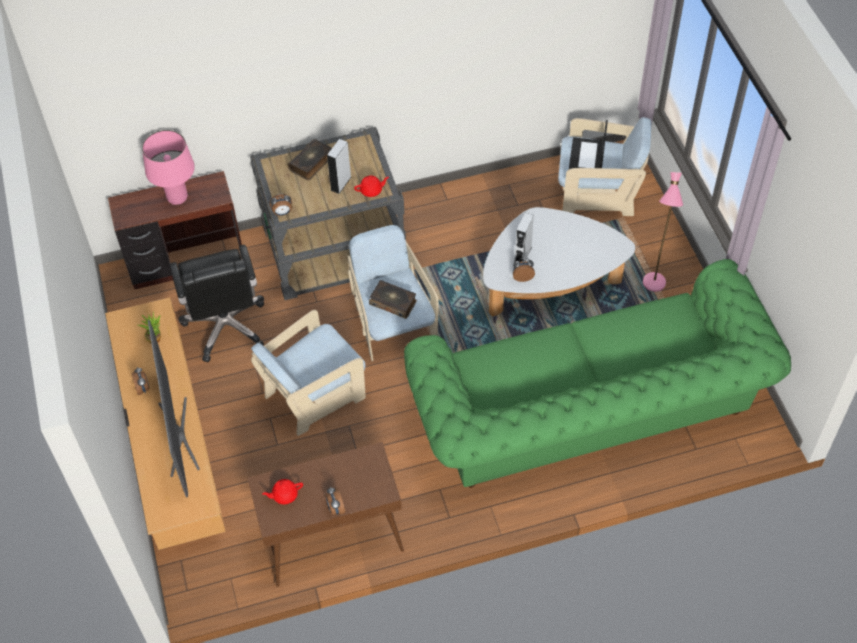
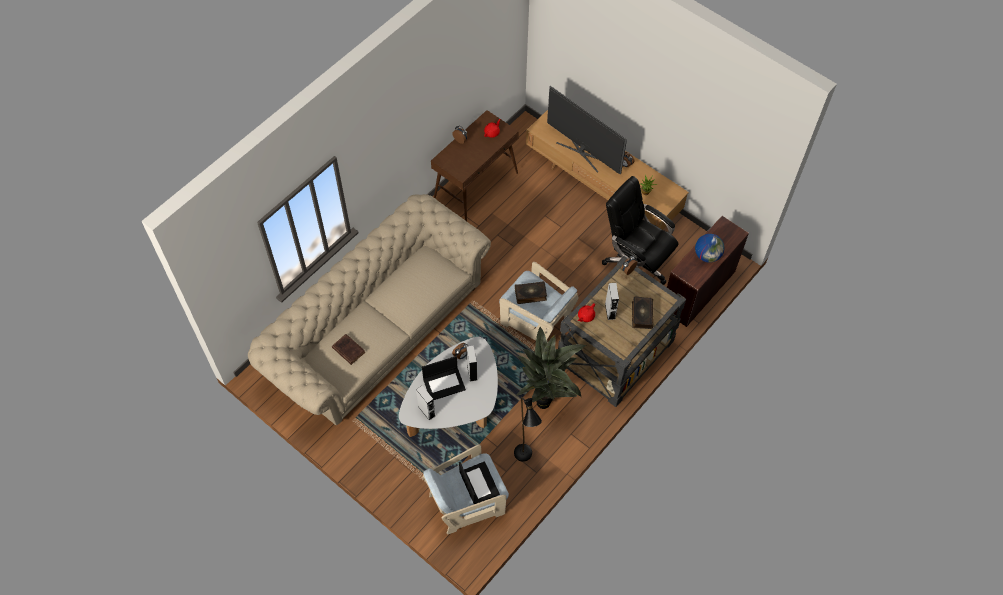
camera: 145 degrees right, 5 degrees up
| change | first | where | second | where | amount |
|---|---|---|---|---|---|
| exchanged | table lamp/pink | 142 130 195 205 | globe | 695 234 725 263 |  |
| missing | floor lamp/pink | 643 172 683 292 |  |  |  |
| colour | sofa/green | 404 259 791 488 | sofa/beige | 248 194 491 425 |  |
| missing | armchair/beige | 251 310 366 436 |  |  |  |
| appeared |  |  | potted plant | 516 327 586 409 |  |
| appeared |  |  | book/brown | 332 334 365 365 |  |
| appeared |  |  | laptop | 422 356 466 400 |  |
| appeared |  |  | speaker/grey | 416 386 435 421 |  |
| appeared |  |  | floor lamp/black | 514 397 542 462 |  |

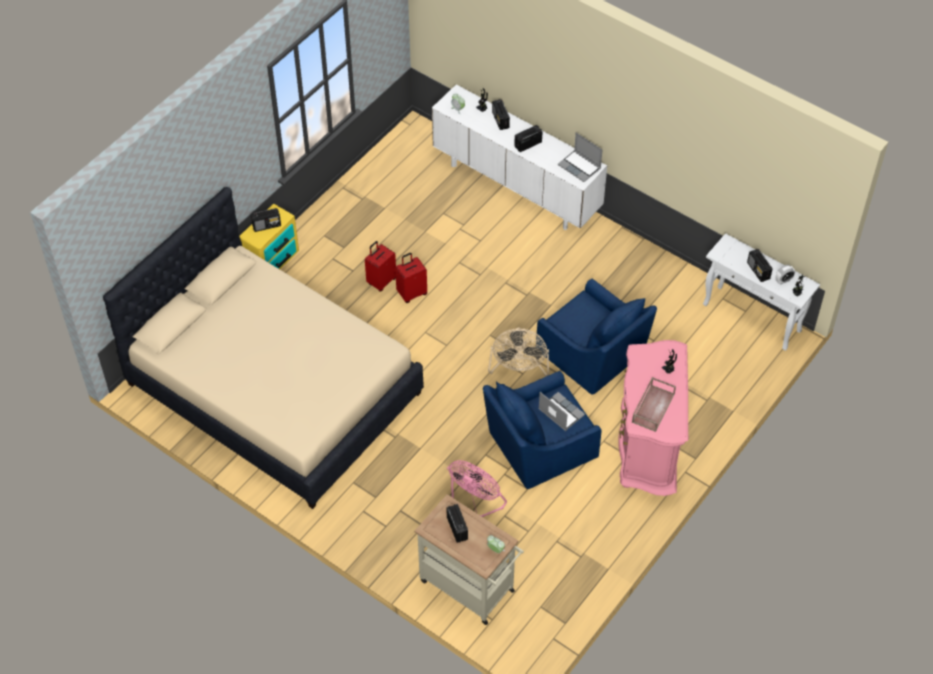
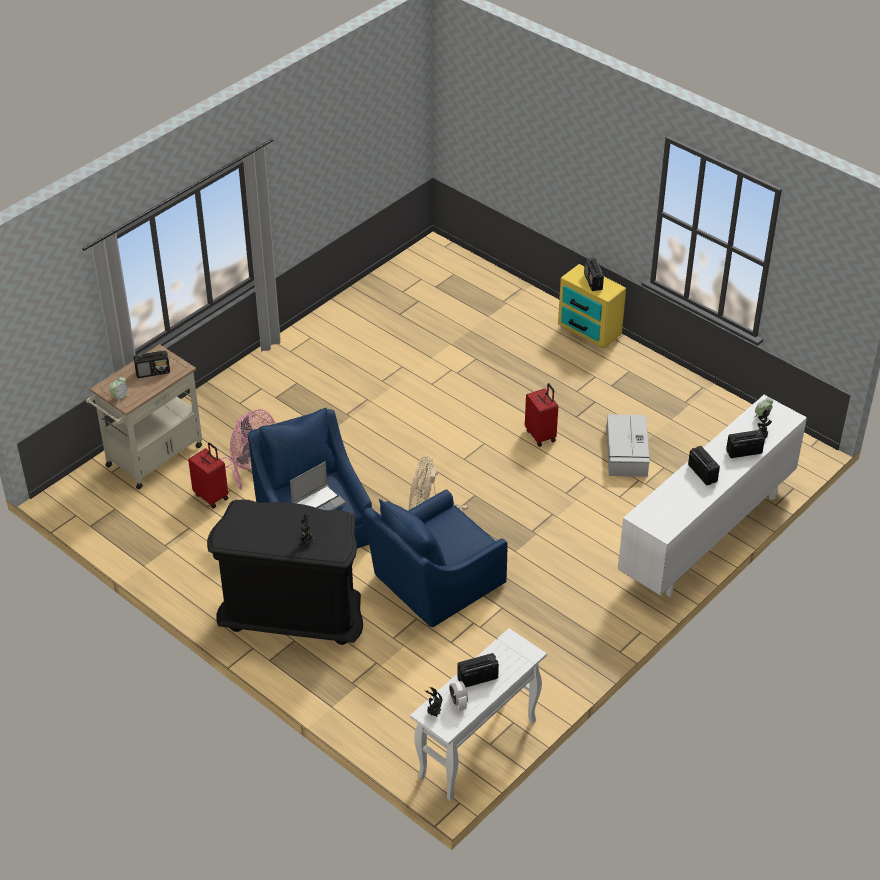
camera: 95 degrees right, 10 degrees down
| change | first | where | second | where | amount |
|---|---|---|---|---|---|
| missing | laptop | 558 133 603 182 |  |  |  |
| missing | bed/beige | 103 187 424 509 |  |  |  |
| relocated | suitcase/red | 365 241 396 292 |  | 188 443 228 508 |  |
| colour | dresser/pink | 618 340 688 496 | dresser/black | 207 500 363 645 |  |
| missing | tray/brown | 632 377 676 432 |  |  |  |
| appeared |  |  | storage box/grey | 606 414 650 477 |  |

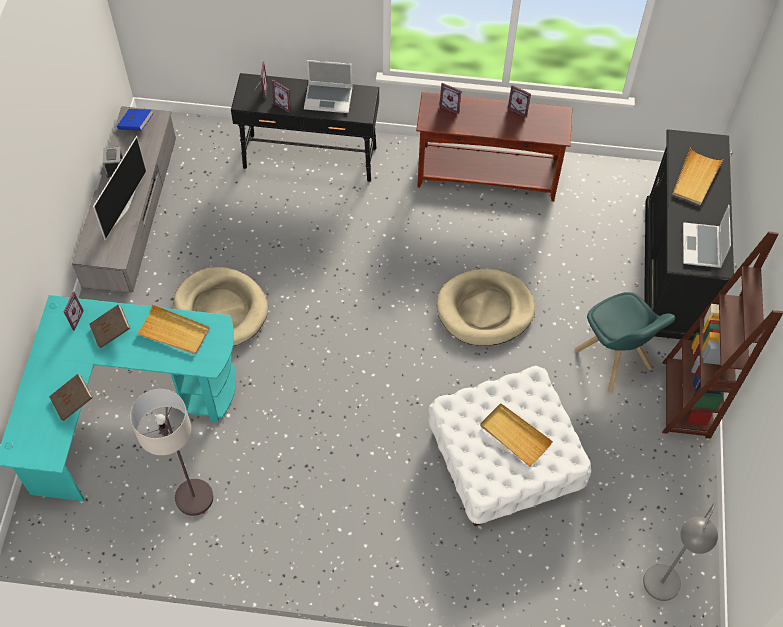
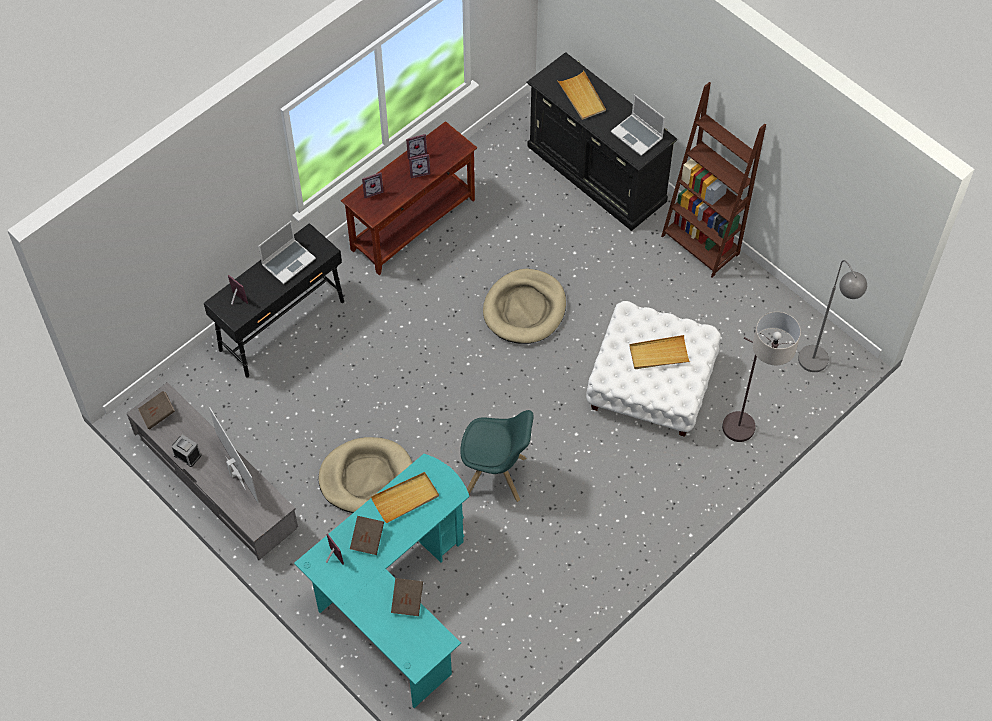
camera: 50 degrees left, 0 degrees up
| change | first | where | second | where | amount |
|---|---|---|---|---|---|
| relocated | picture frame | 272 80 291 113 |  | 409 154 430 178 |  |
| colour | book/blue | 117 109 154 130 | book/brown | 138 391 175 429 |  |
| relocated | chair/turquoise | 575 292 675 393 |  | 460 410 534 502 |  |
| relocated | floor lamp/grey | 130 389 213 516 |  | 722 312 801 442 |  |

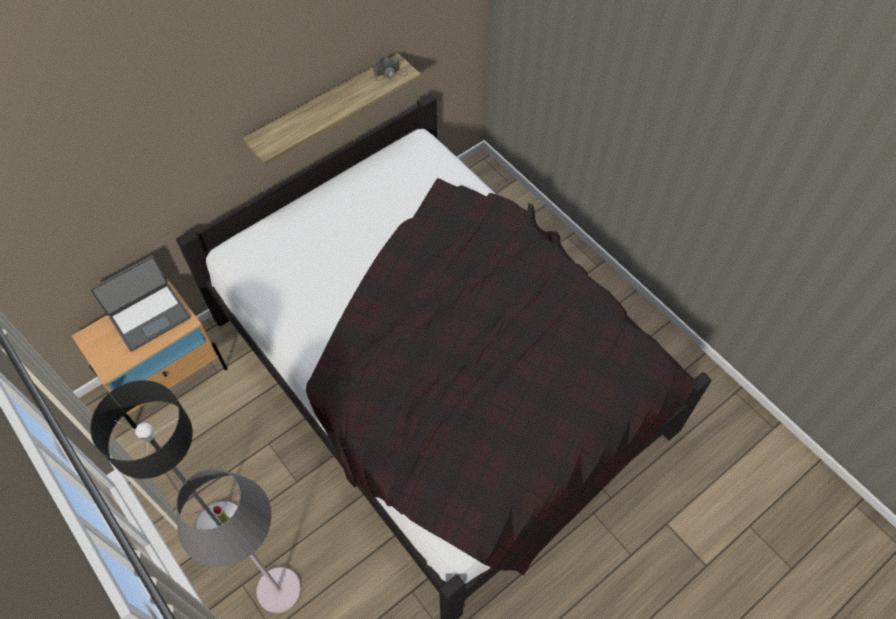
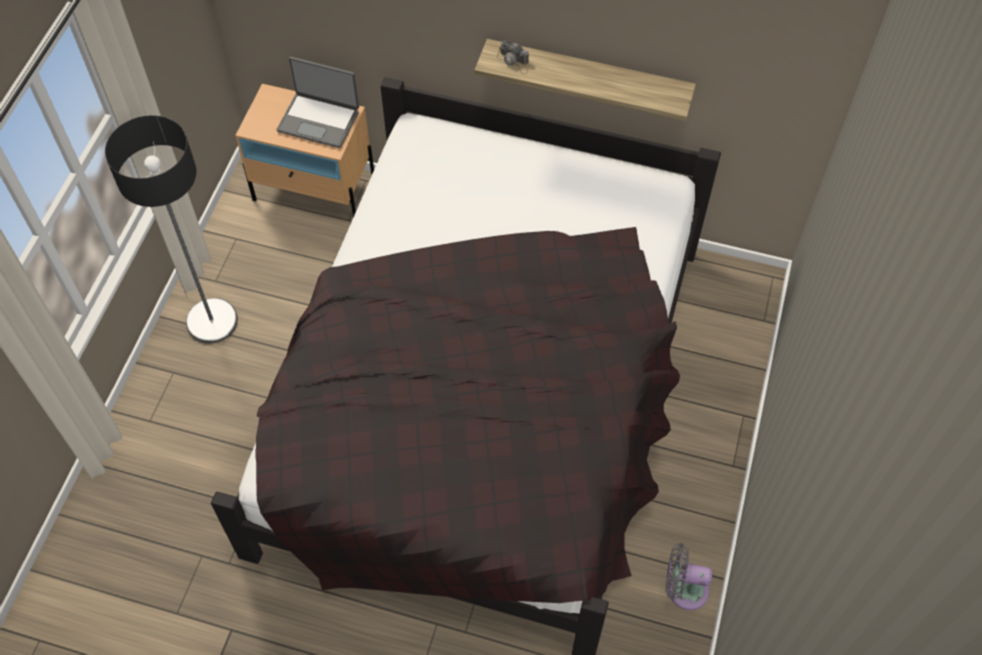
camera: 55 degrees right, 0 degrees up
| change | first | where | second | where | amount |
|---|---|---|---|---|---|
| relocated | photo camera | 373 58 408 81 |  | 497 41 529 74 |  |
| missing | floor lamp/grey | 176 469 301 613 |  |  |  |
| appeared |  |  | fan/grey | 666 543 712 610 |  |

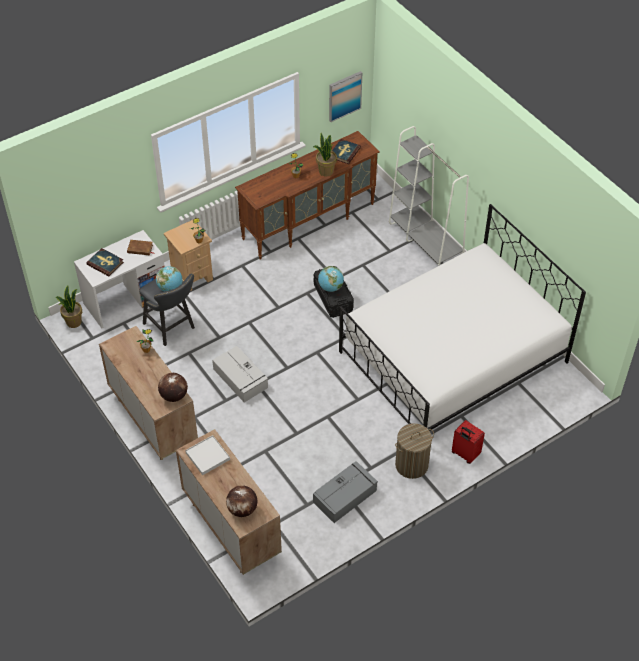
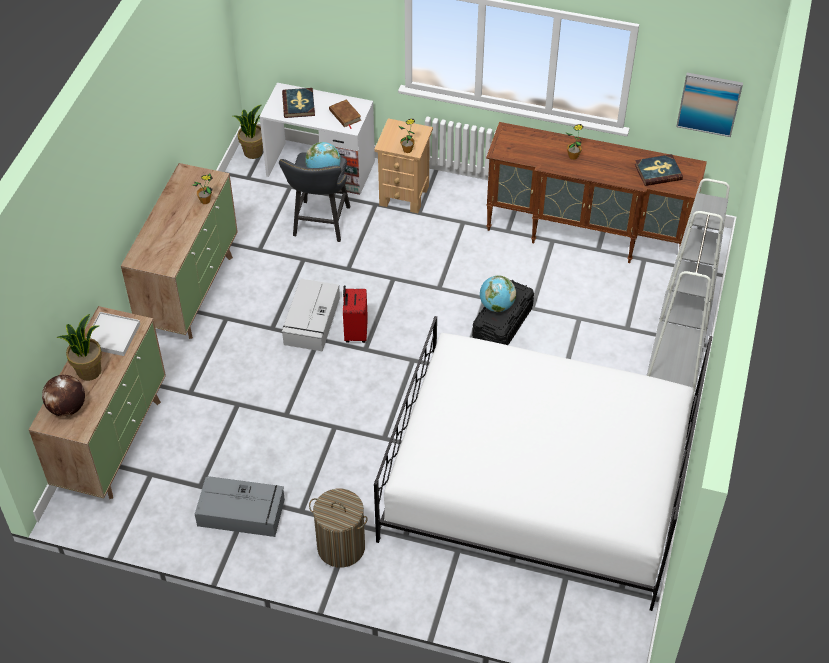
camera: 50 degrees right, 0 degrees up
| change | first | where | second | where | amount |
|---|---|---|---|---|---|
| relocated | potted plant | 313 133 337 177 |  | 56 314 102 381 |  |
| missing | globe | 158 373 188 402 |  |  |  |
| relocated | suitcase/red | 452 420 485 464 |  | 343 285 368 343 |  |

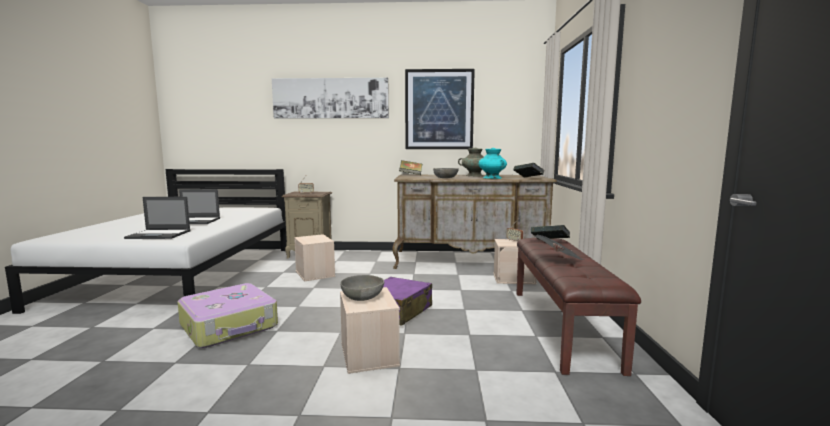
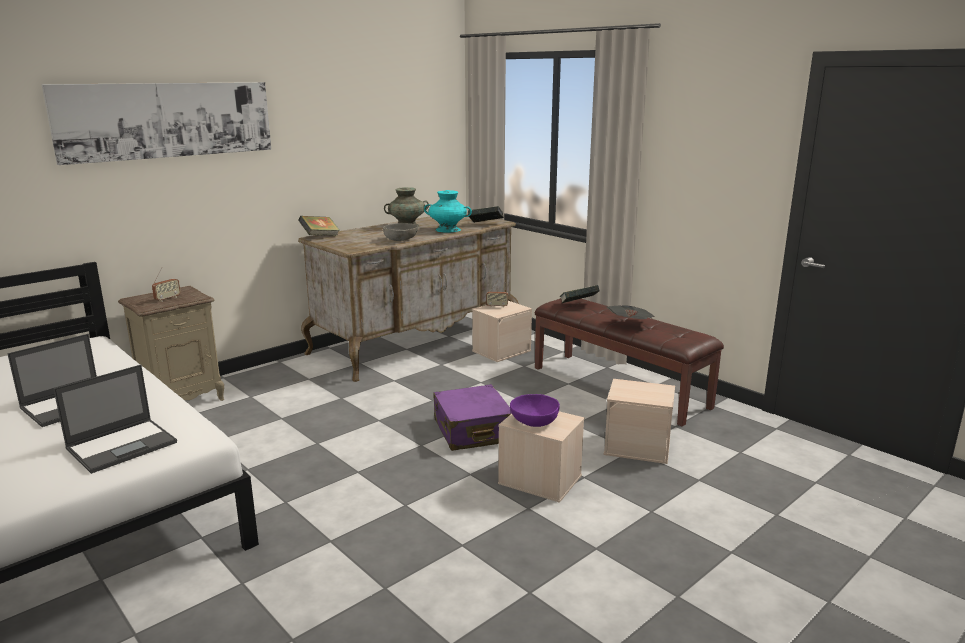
camera: 45 degrees left, 10 degrees up
| change | first | where | second | where | amount |
|---|---|---|---|---|---|
| missing | picture | 405 69 475 149 |  |  |  |
| relocated | storage box/beige | 294 234 335 282 |  | 603 379 675 464 |  |
| colour | bowl/grey | 340 275 384 301 | bowl/purple | 510 394 560 427 |  |
| missing | suitcase | 178 283 278 348 |  |  |  |

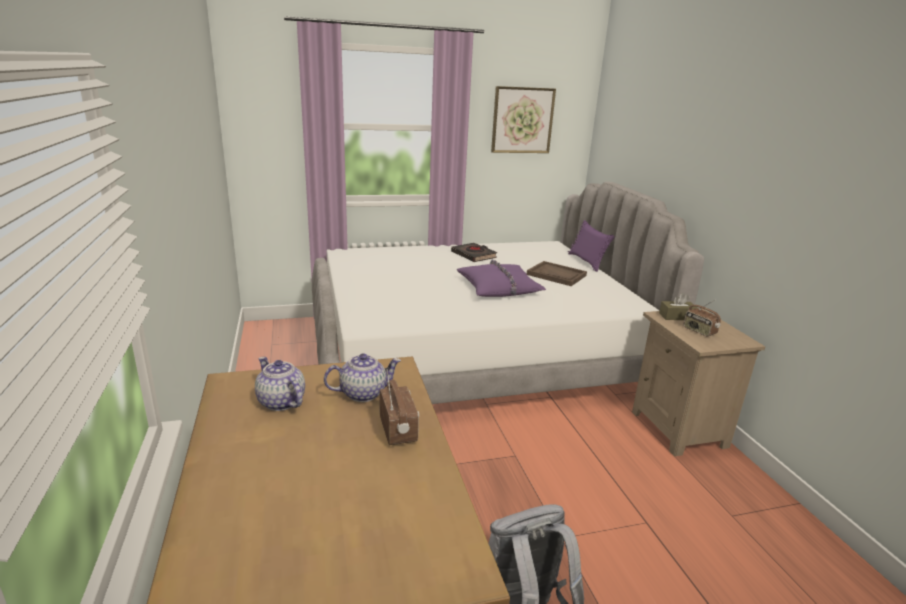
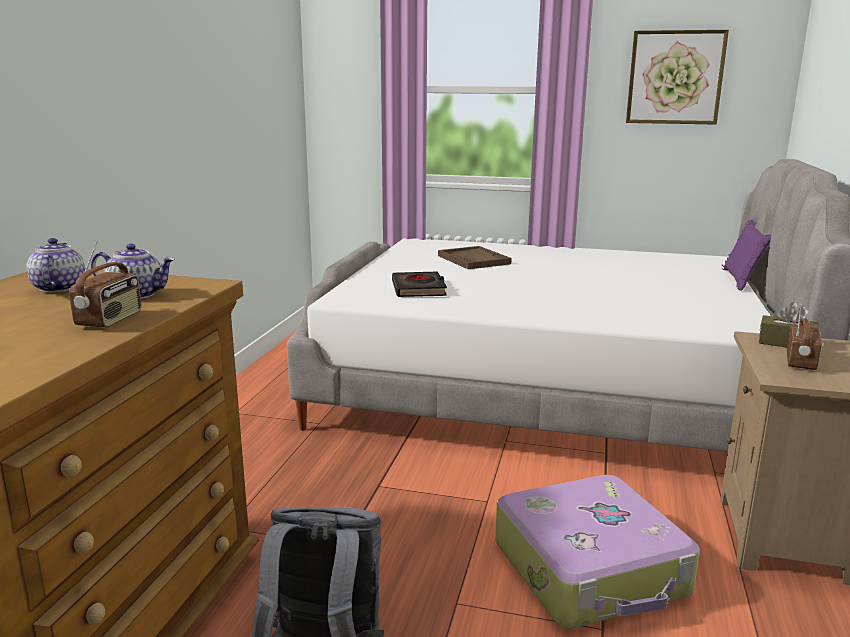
camera: 30 degrees right, 5 degrees down
| change | first | where | second | where | amount |
|---|---|---|---|---|---|
| relocated | book/black | 451 243 497 262 |  | 392 271 447 297 |  |
| missing | pillow/purple | 457 260 546 297 |  |  |  |
| relocated | tray/brown | 527 261 587 286 |  | 438 246 512 269 |  |
| spun | radio | 684 300 721 337 |  | 787 303 823 370 | 150 degrees counterclockwise |
| appeared |  |  | suitcase | 495 475 700 629 |  |

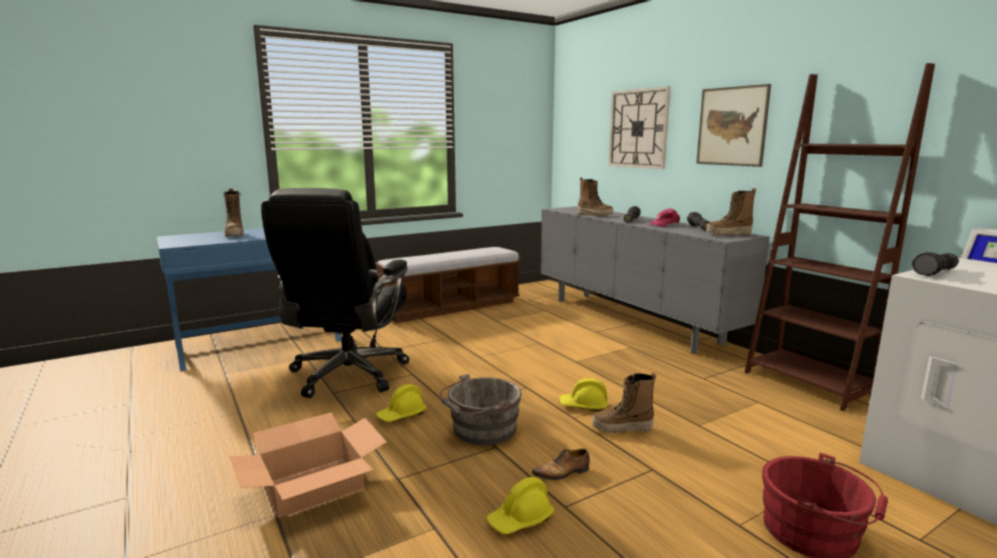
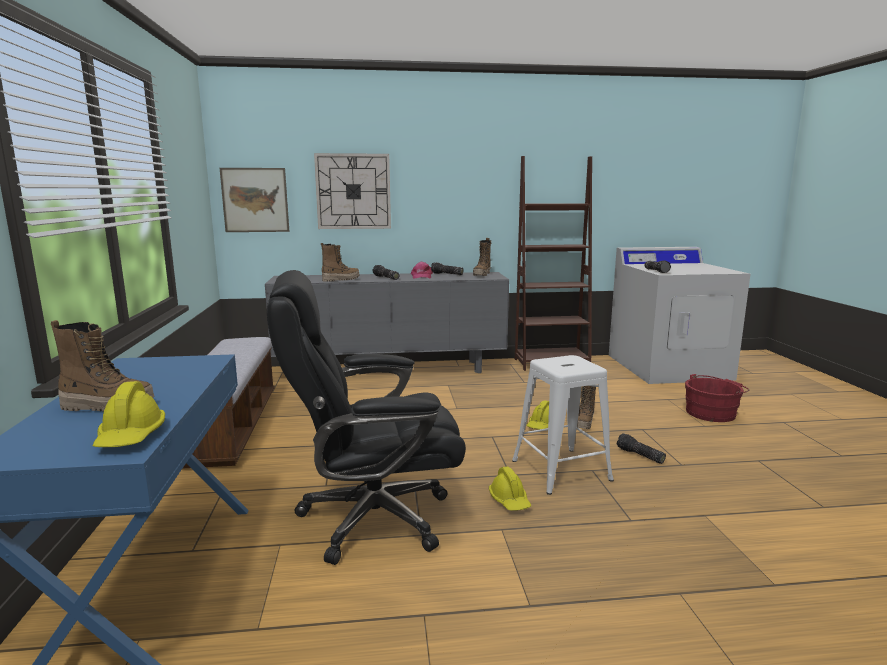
camera: 65 degrees left, 0 degrees up
| change | first | where | second | where | amount |
|---|---|---|---|---|---|
| relocated | picture | 696 84 771 167 |  | 220 168 290 232 |  |
| spun | office chair/black | 261 188 409 398 |  | 267 270 466 565 | 135 degrees clockwise |
| exchanged | bucket/grey | 440 374 522 445 | stool/white | 512 355 614 495 |  |
| missing | cardboard box | 229 412 387 518 |  |  |  |
| exchanged | shoe | 532 449 590 480 | flashlight | 617 433 666 464 |  |
| relocated | hard hat/yellow | 487 477 554 534 |  | 93 381 165 447 |  |

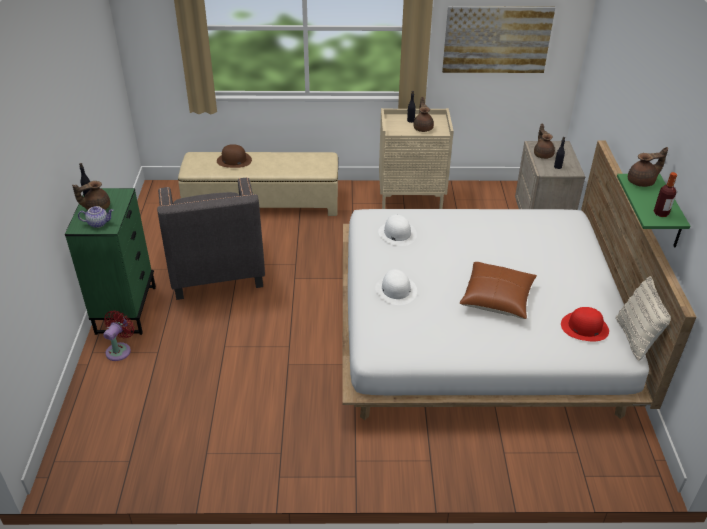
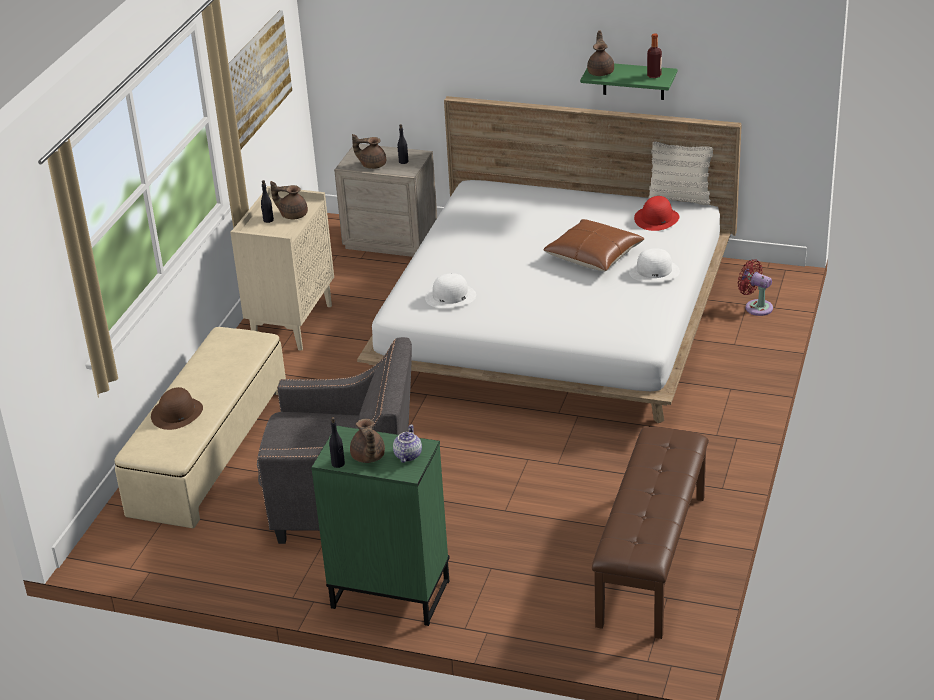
camera: 70 degrees left, 5 degrees down
| change | first | where | second | where | amount |
|---|---|---|---|---|---|
| relocated | hat/white | 375 269 417 305 |  | 629 248 680 282 |  |
| relocated | fan/red | 103 310 135 361 |  | 738 259 773 316 |  |
| appeared |  |  | bench/brown | 592 427 709 639 |  |

